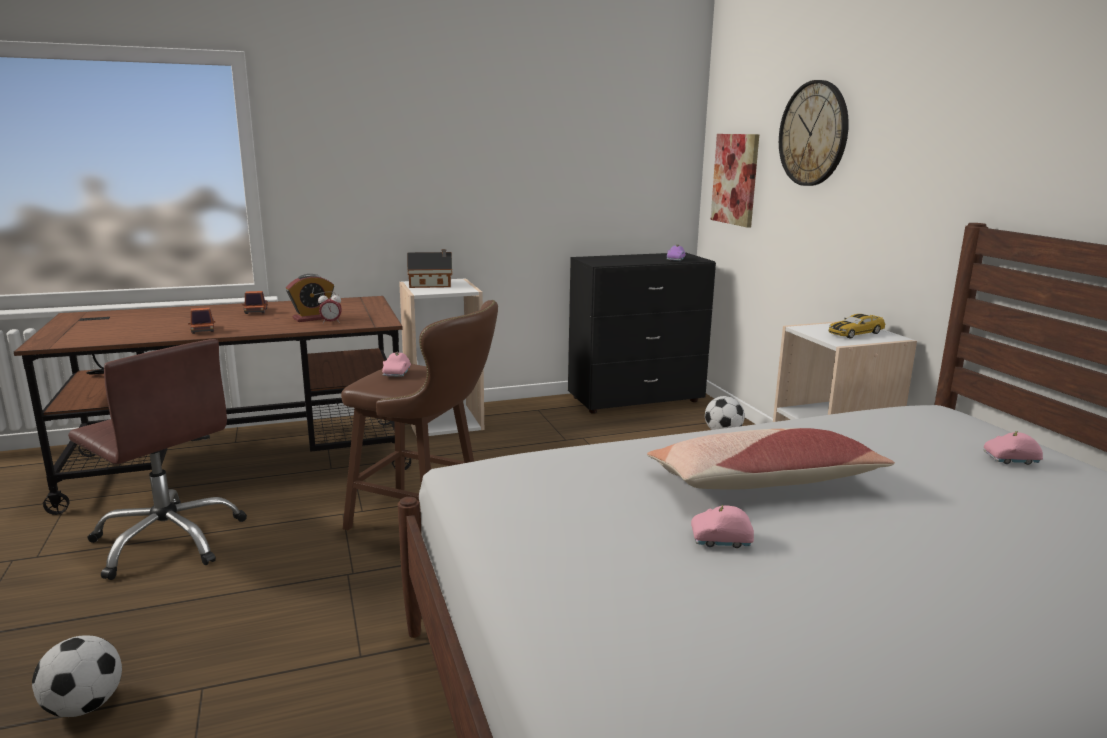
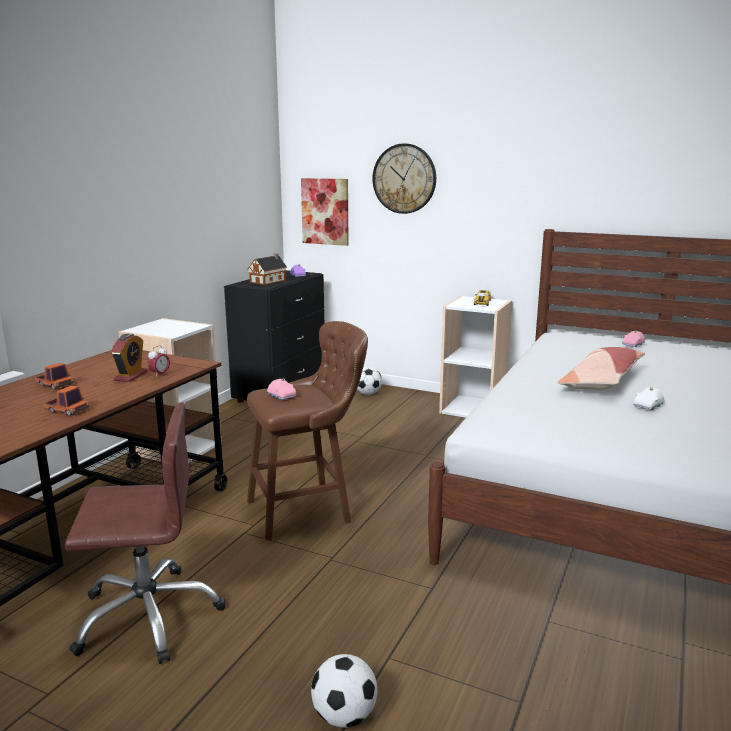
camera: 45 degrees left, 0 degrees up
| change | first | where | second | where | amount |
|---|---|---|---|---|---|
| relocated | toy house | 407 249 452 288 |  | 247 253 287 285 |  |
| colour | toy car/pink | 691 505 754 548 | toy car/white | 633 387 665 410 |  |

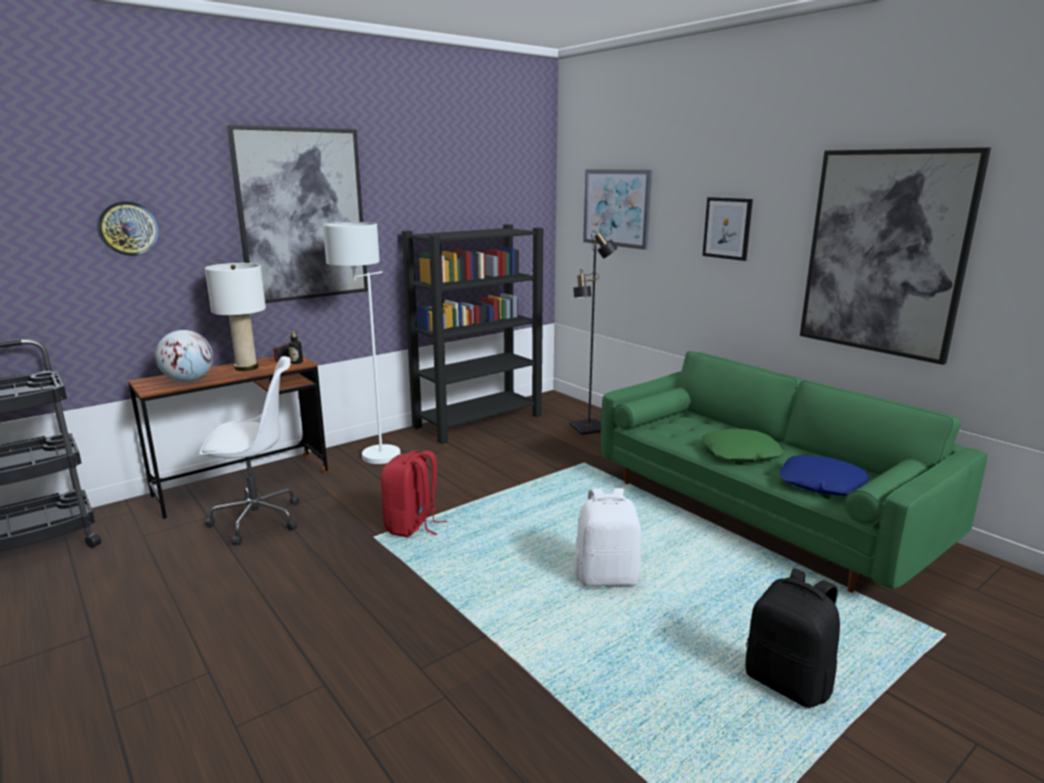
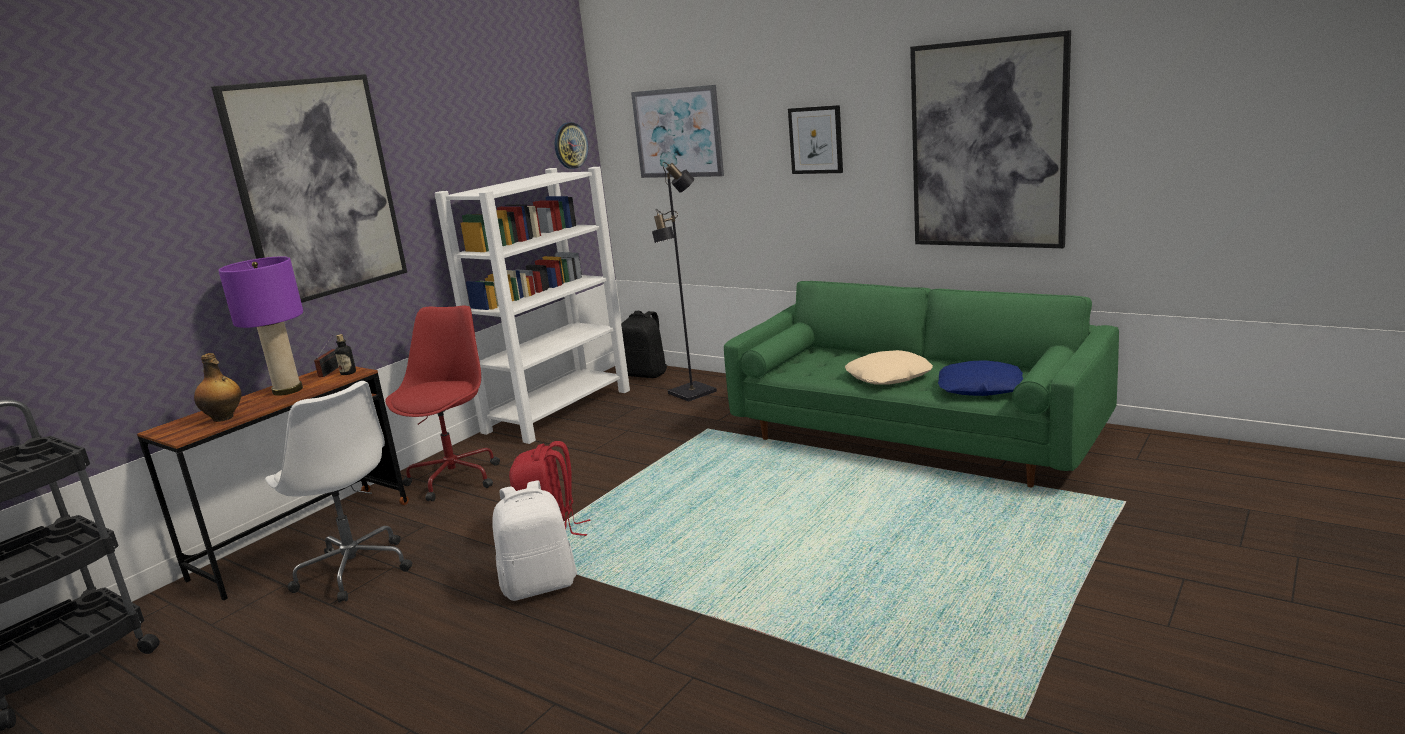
camera: 15 degrees left, 0 degrees up
| change | first | where | second | where | amount |
|---|---|---|---|---|---|
| relocated | wall clock | 97 201 159 256 |  | 555 122 588 169 |  |
| exchanged | floor lamp/white | 323 222 400 464 | office chair/red | 385 306 500 501 |  |
| colour | bookcase/black | 402 224 543 444 | bookcase/white | 434 167 630 444 |  |
| colour | table lamp/white | 205 263 266 371 | table lamp/purple | 218 256 303 396 |  |
| exchanged | globe | 155 330 213 382 | bottle | 194 353 242 422 |  |
| spun | office chair/white | 199 356 300 545 |  | 265 381 413 603 | 75 degrees clockwise |
| colour | pillow/green | 702 429 784 462 | pillow/beige | 845 350 933 385 |  |
| relocated | backpack/white | 574 488 641 587 |  | 492 480 577 601 |  |
| relocated | backpack/black | 745 568 840 708 |  | 621 311 667 378 |  |

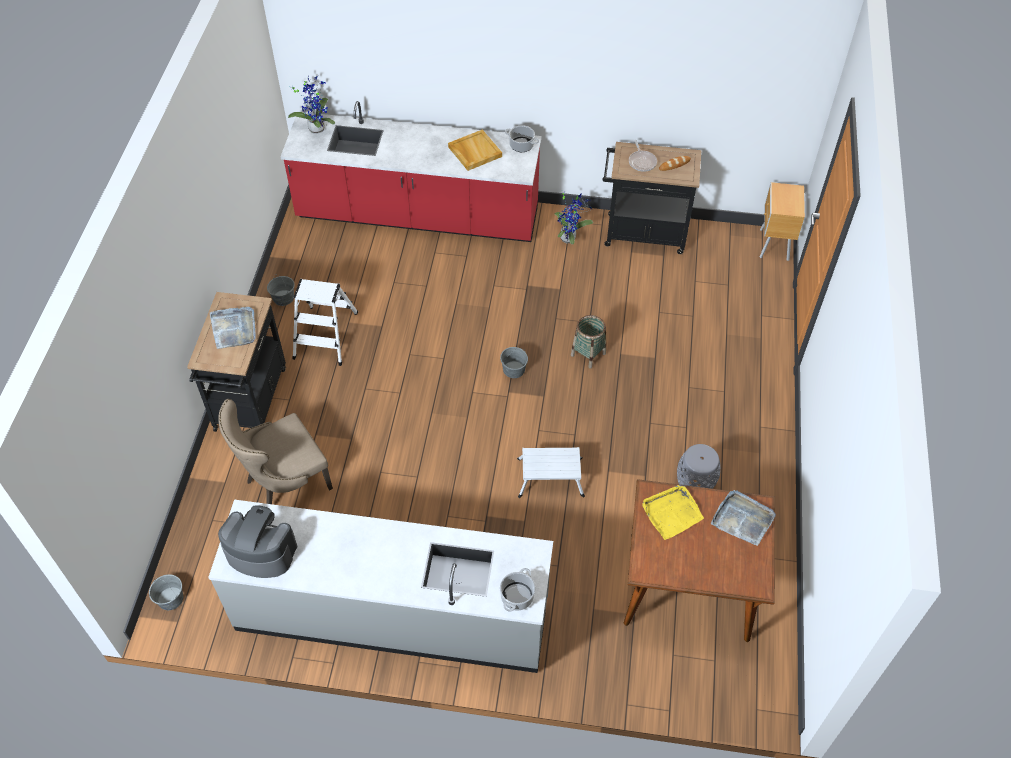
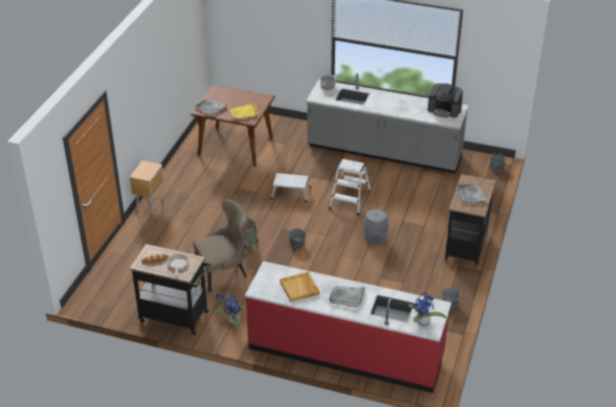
camera: 170 degrees left, 15 degrees down
| change | first | where | second | where | amount |
|---|---|---|---|---|---|
| missing | cooking pot | 505 125 539 152 |  |  |  |
| relocated | nightstand/brown | 760 182 805 261 |  | 130 160 164 214 |  |
| relocated | step ladder/white | 293 279 358 366 |  | 329 158 371 216 |  |
| relocated | chair/beige | 218 399 333 504 |  | 193 199 248 292 |  |
| relocated | stool/grey | 677 444 721 489 |  | 363 209 389 244 |  |
| appeared |  |  | tray/grey | 329 286 365 307 |  |

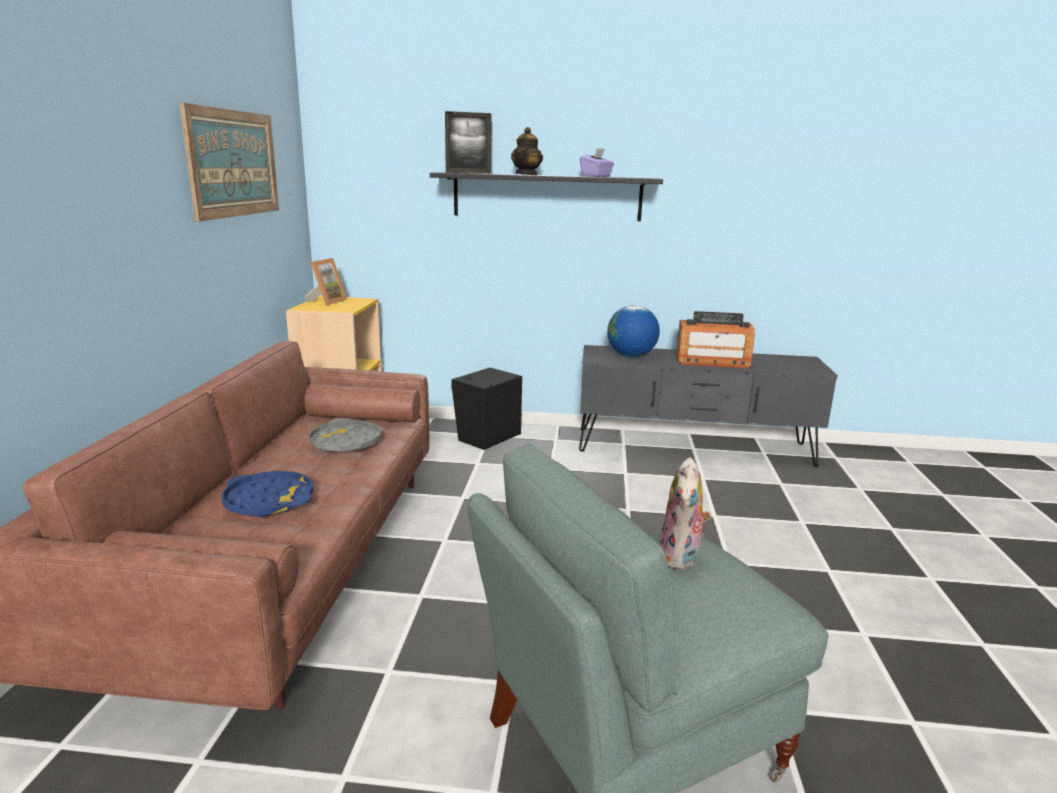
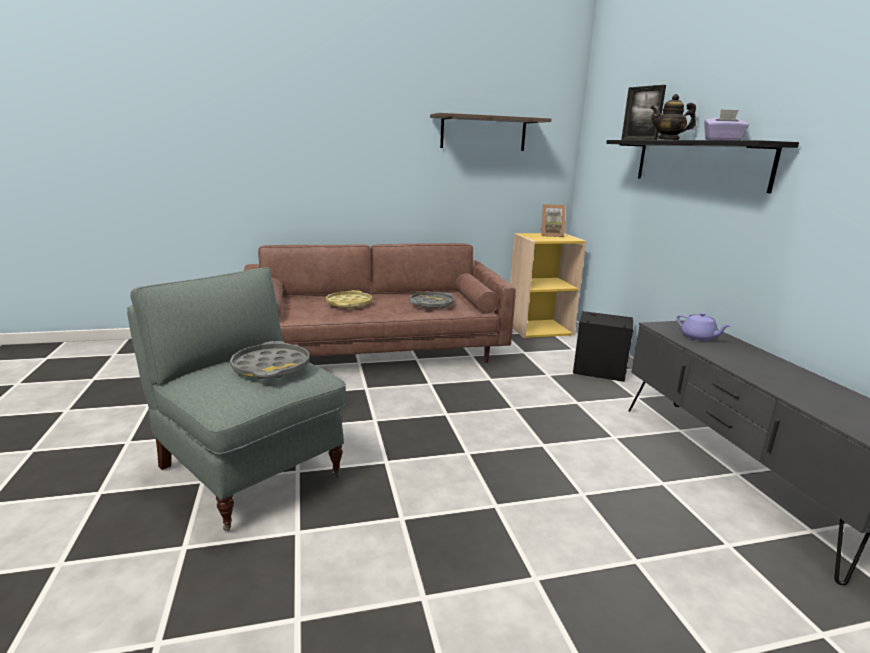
camera: 70 degrees right, 0 degrees up
| change | first | where | second | where | amount |
|---|---|---|---|---|---|
| exchanged | picture | 179 103 279 221 | shelf | 430 113 551 151 |  |
| exchanged | globe | 607 305 660 357 | teapot/purple | 676 312 731 341 |  |
| missing | radio | 676 311 755 368 |  |  |  |
| exchanged | plush toy | 659 457 712 570 | tray/grey | 230 341 310 379 |  |
| colour | tray/blue | 222 471 313 517 | tray/yellow | 326 290 372 309 |  |

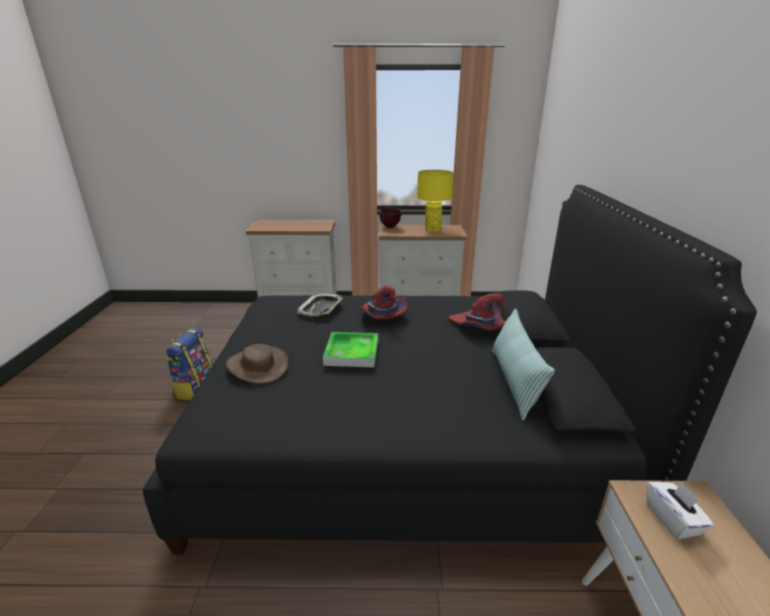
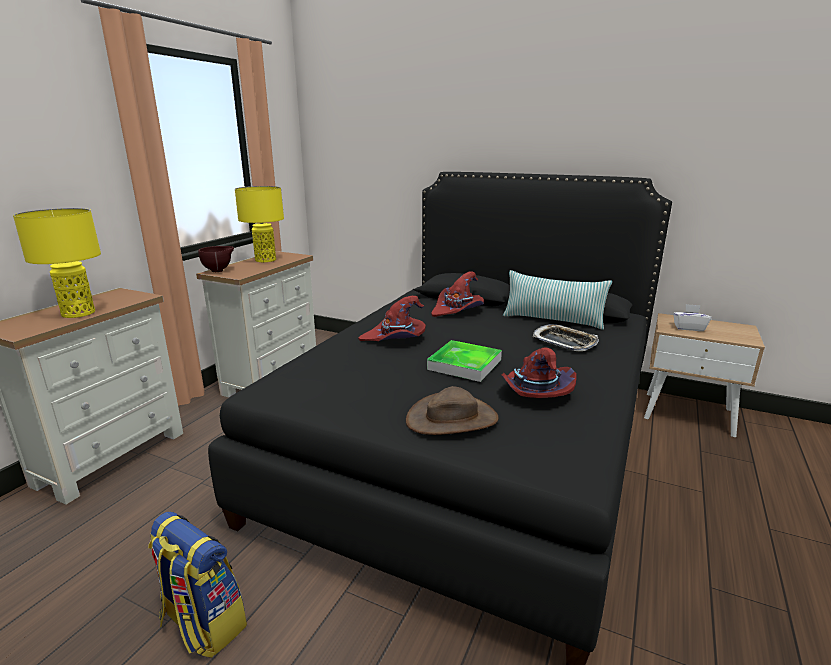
camera: 65 degrees left, 5 degrees down
| change | first | where | second | where | amount |
|---|---|---|---|---|---|
| relocated | tray | 297 293 343 316 |  | 533 324 599 351 |  |
| appeared |  |  | table lamp/yellow | 13 208 101 318 |  |
| appeared |  |  | hat/red | 502 348 576 398 |  |

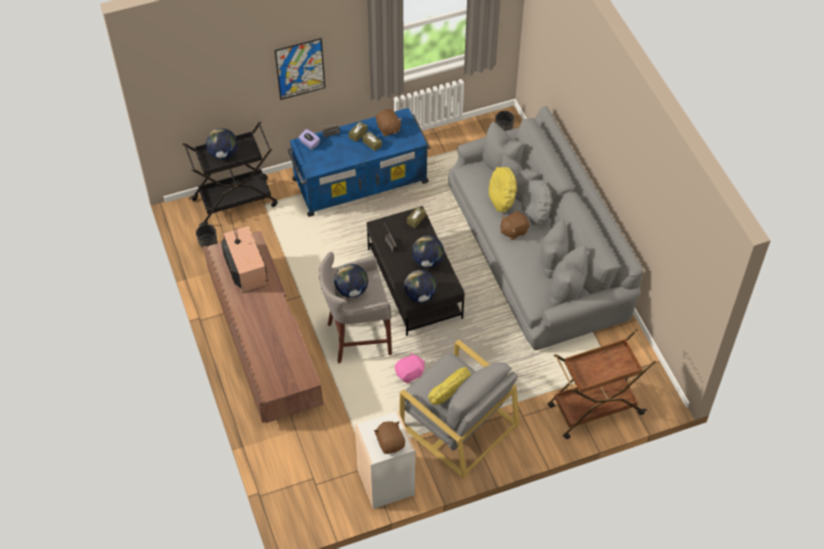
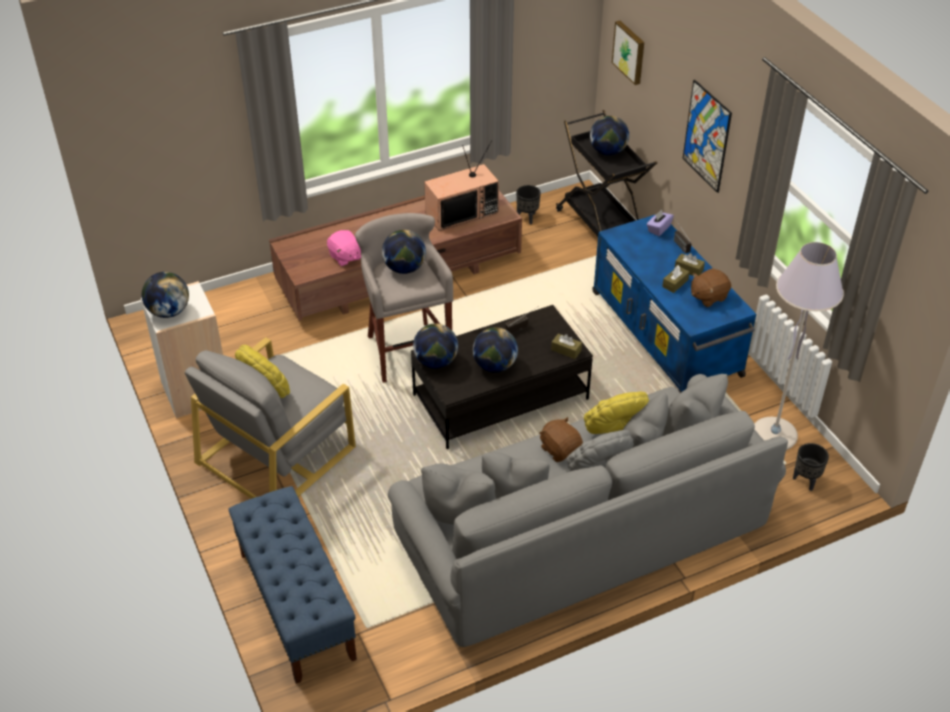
camera: 85 degrees right, 10 degrees down
| change | first | where | second | where | amount |
|---|---|---|---|---|---|
| exchanged | cart/brown | 547 329 656 439 | bench/blue | 228 486 357 684 |  |
| relocated | plush toy/pink | 395 352 425 383 |  | 327 230 361 266 |  |
| exchanged | plush toy/brown | 374 421 405 454 | globe | 142 272 189 318 |  |
| appeared |  |  | picture | 612 21 644 85 |  |
| appeared |  |  | floor lamp/grey | 754 242 844 450 |  |

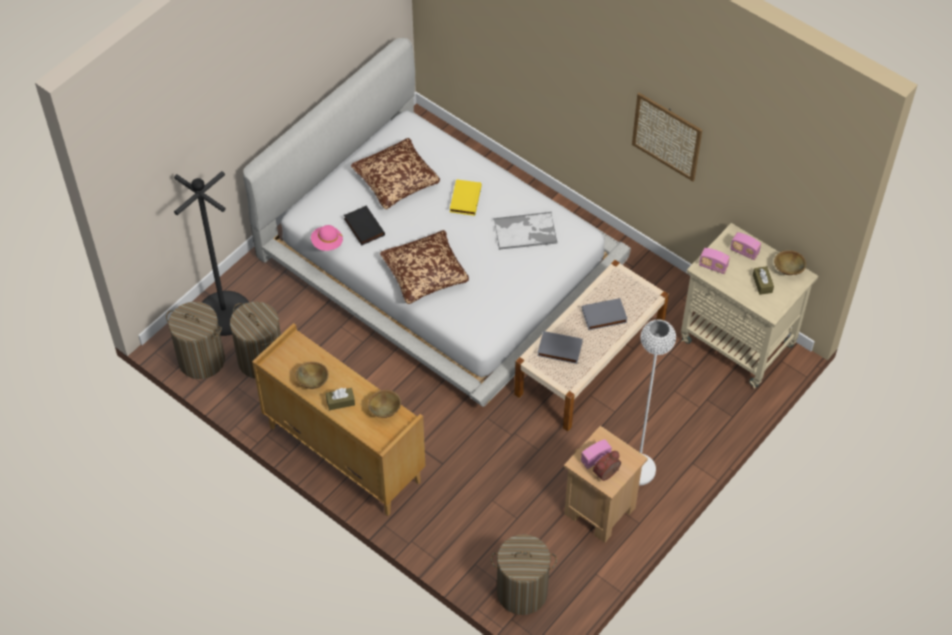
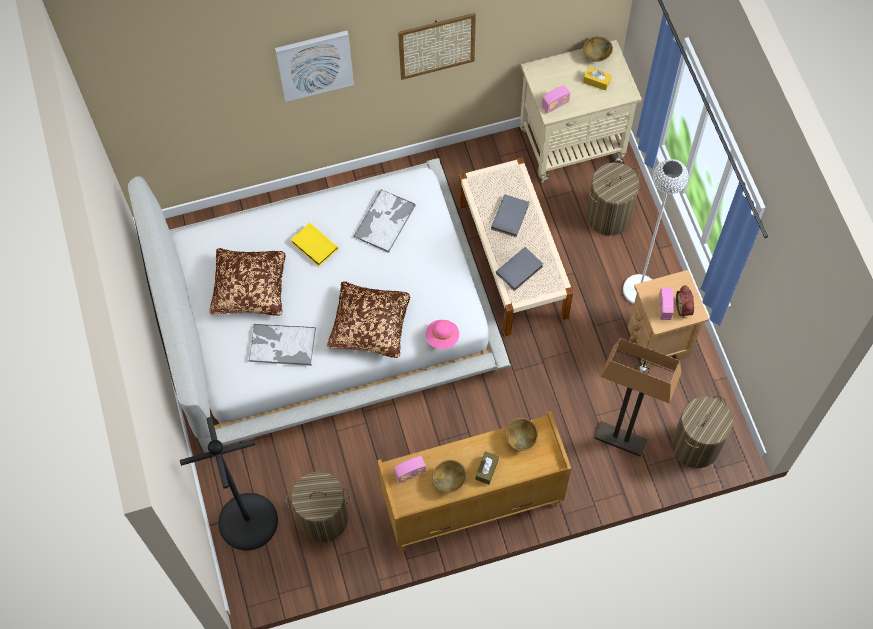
camera: 55 degrees left, 10 degrees up
| change | first | where | second | where | amount |
|---|---|---|---|---|---|
| exchanged | book/black | 344 206 385 245 | tray | 249 324 316 366 |  |
| relocated | hat/pink | 311 225 343 251 |  | 426 320 459 349 |  |
| relocated | radio | 730 232 761 260 |  | 394 456 426 483 |  |
| colour | tissue box/brown | 753 266 774 295 | tissue box/yellow | 583 67 612 91 |  |
| relocated | laundry basket | 166 302 225 379 |  | 586 163 640 236 |  |
| appeared |  |  | picture | 275 30 354 102 |  |
| appeared |  |  | floor lamp | 594 338 681 457 |  |

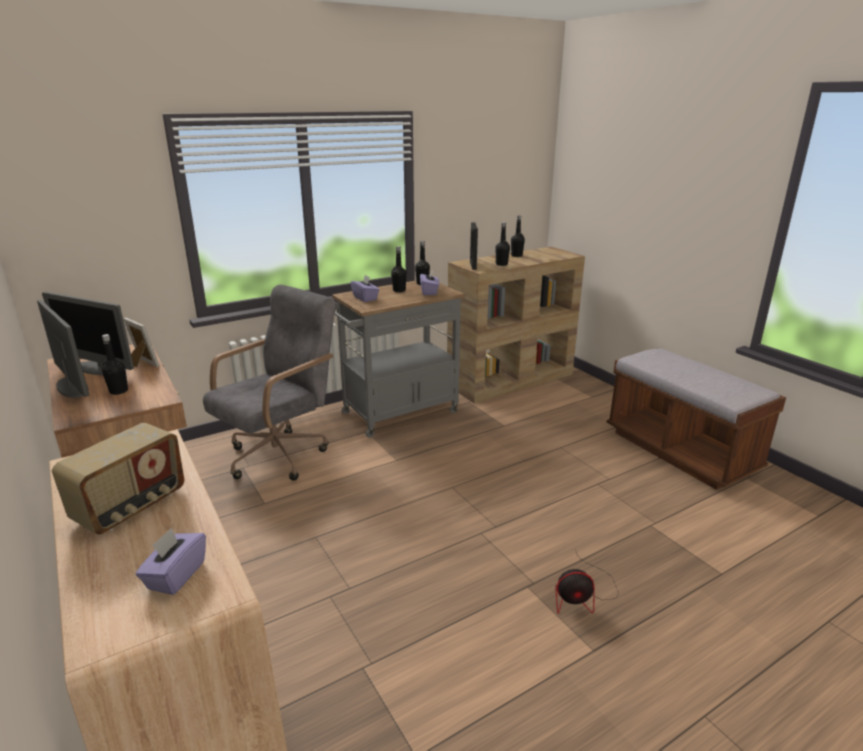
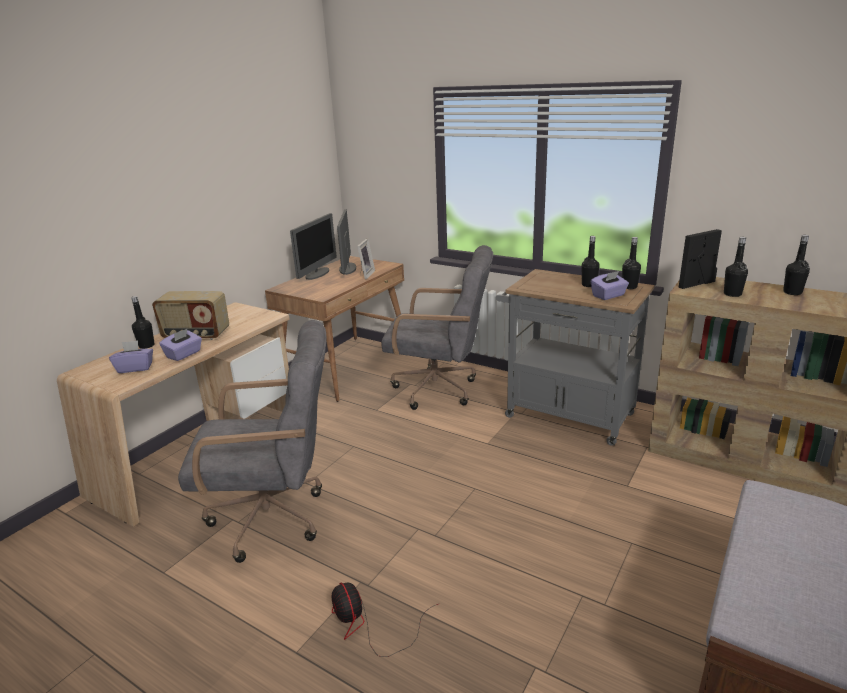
camera: 65 degrees right, 0 degrees up
| change | first | where | second | where | amount |
|---|---|---|---|---|---|
| relocated | tissue box/purple | 351 275 379 302 |  | 159 329 202 361 |  |
| relocated | bottle/black | 102 334 128 395 |  | 131 296 155 349 |  |
| appeared |  |  | office chair/grey | 178 320 326 563 |  |

